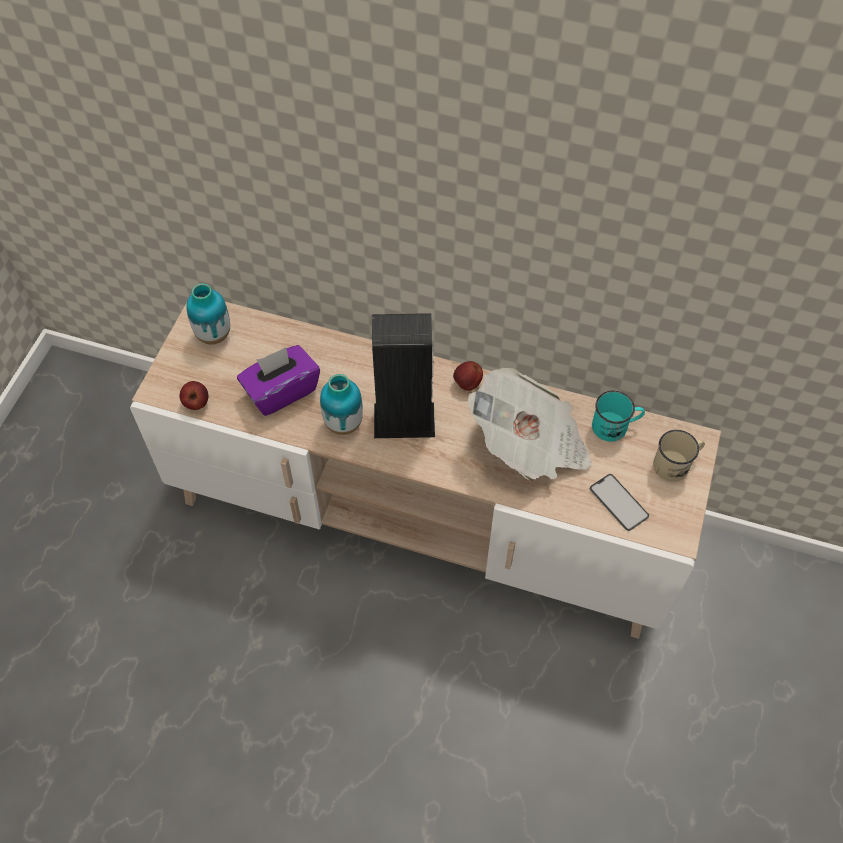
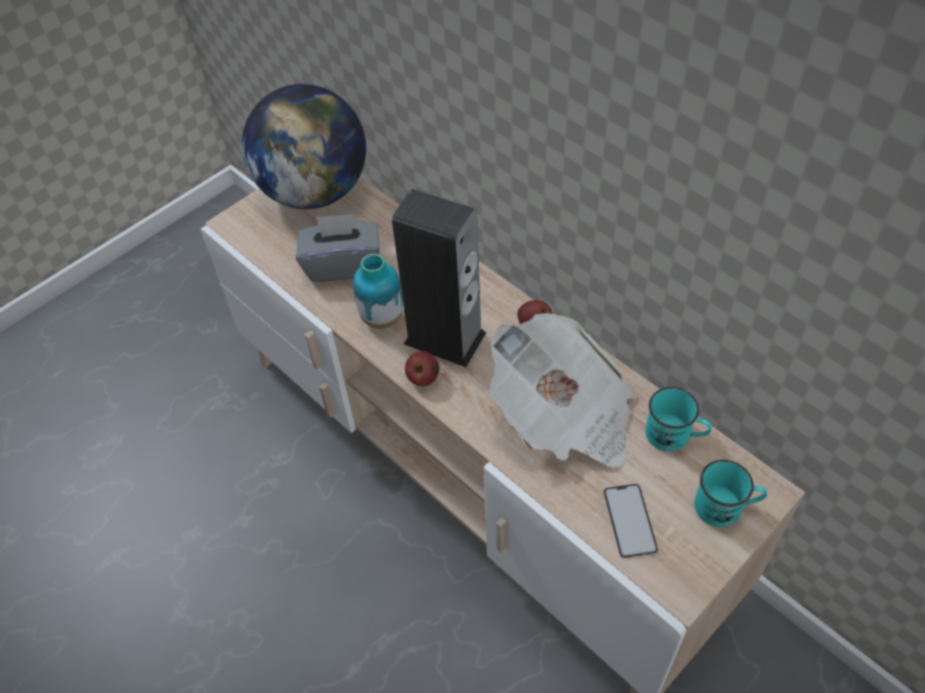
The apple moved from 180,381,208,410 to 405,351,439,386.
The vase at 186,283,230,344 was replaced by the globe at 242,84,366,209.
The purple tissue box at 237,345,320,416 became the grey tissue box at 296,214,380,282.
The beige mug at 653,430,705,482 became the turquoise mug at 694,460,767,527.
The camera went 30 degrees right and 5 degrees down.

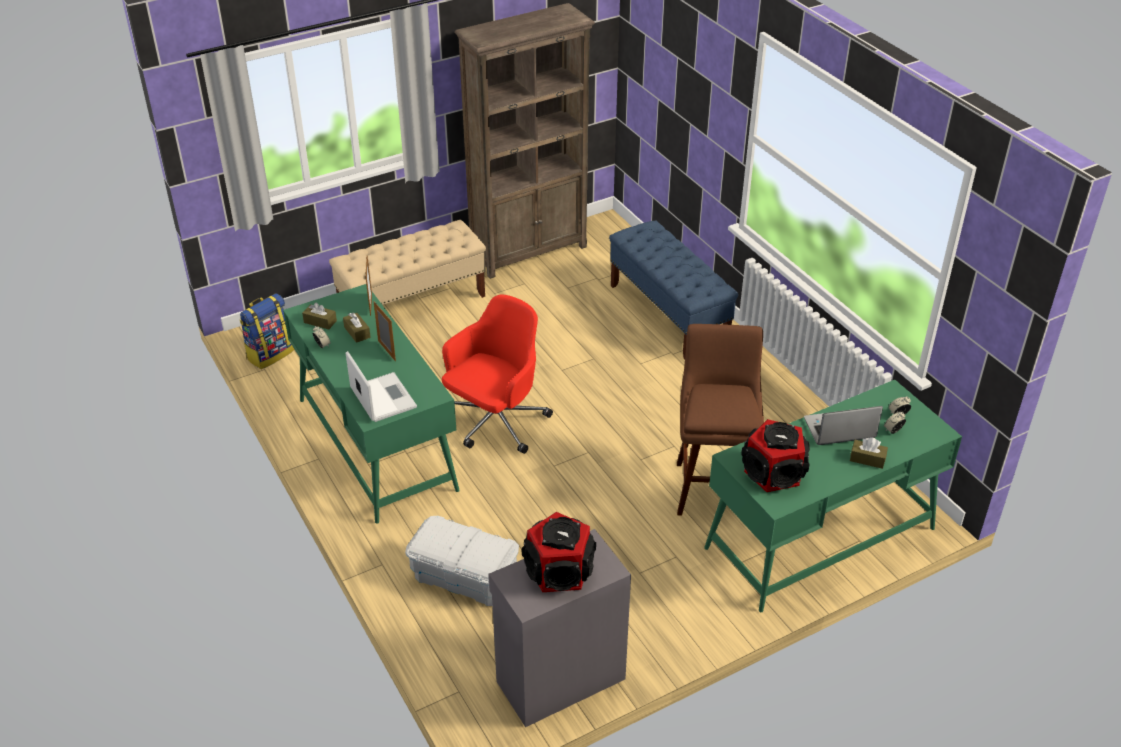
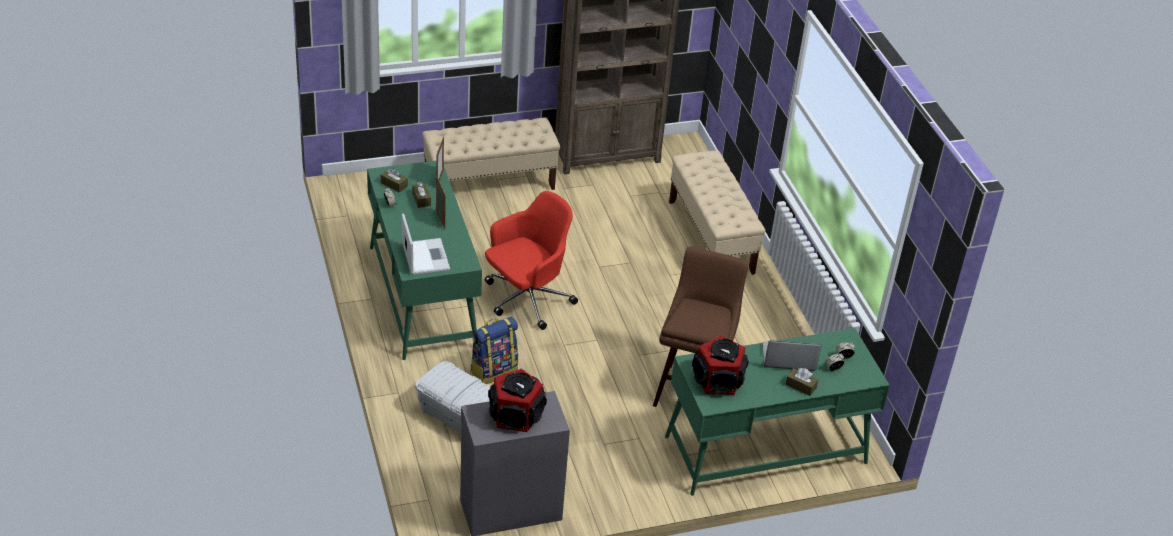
The backpack moved from 240,293,295,369 to 471,317,518,384.
The blue bench at 609,221,738,359 became the beige bench at 669,151,765,275.
The camera went 10 degrees right and 0 degrees up.

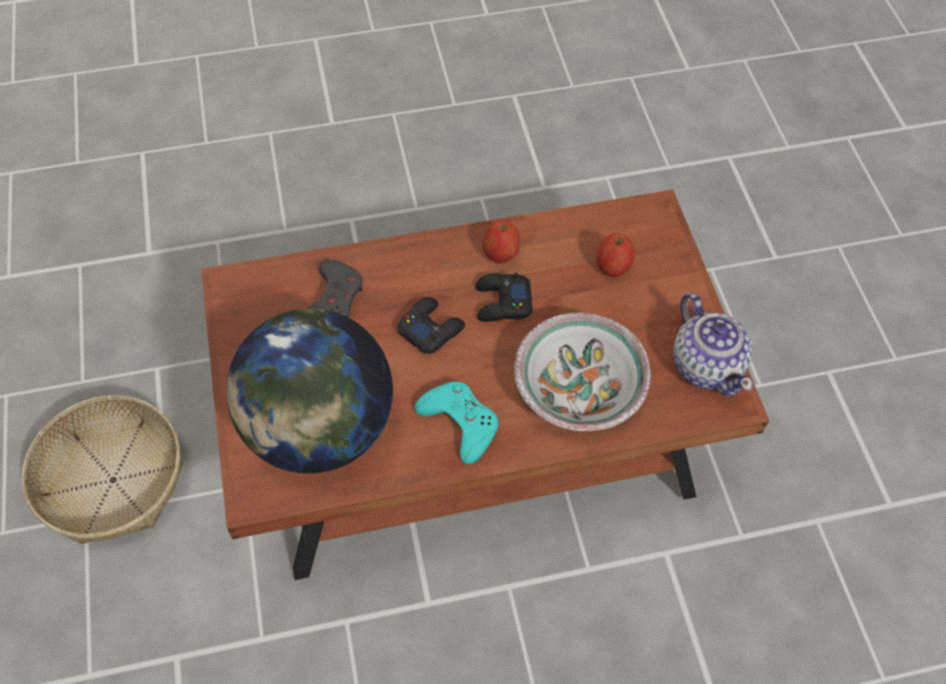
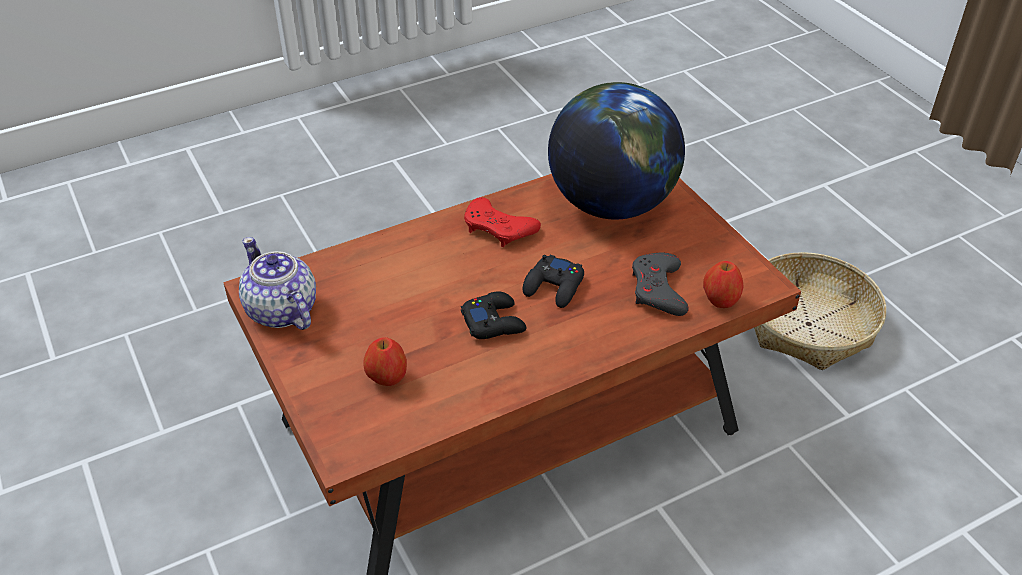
The bowl at 514,313,651,431 disappeared.
The apple moved from 482,220,520,263 to 703,261,743,308.
The turquoise game controller at 415,381,498,464 became the red game controller at 464,197,541,247.
The camera went 165 degrees right and 15 degrees down.

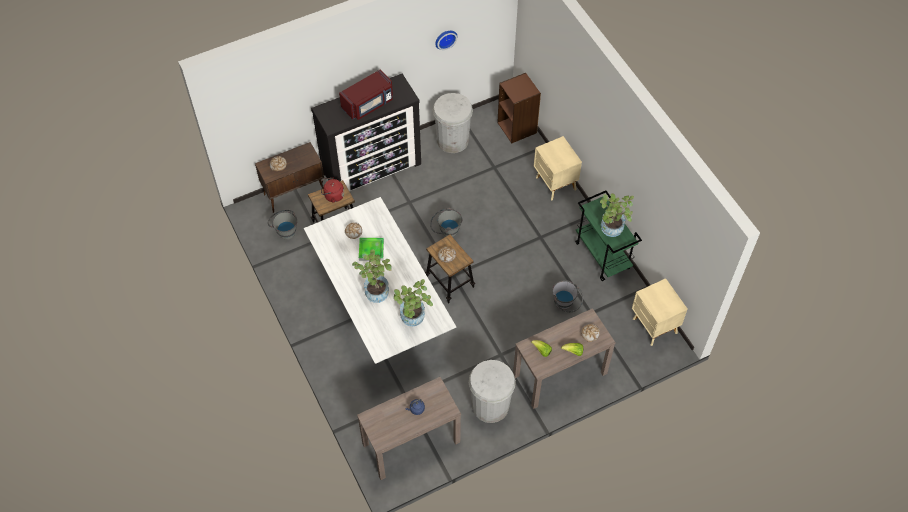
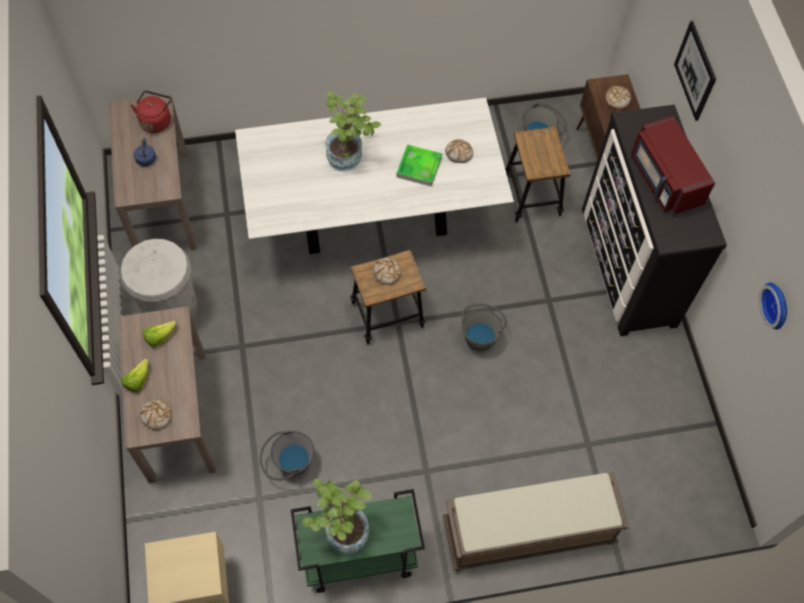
The potted plant at 394,279,433,326 disappeared.
The white trash can at 433,93,473,153 disappeared.
The brown bookcase at 497,73,541,143 disappeared.
The picture at 674,21,716,121 appeared.
The red kettle moved from 321,178,344,203 to 130,91,172,133.
The beige nightstand at 534,136,582,201 was replaced by the brown bench at 443,472,629,571.
The camera went 105 degrees right and 5 degrees up.

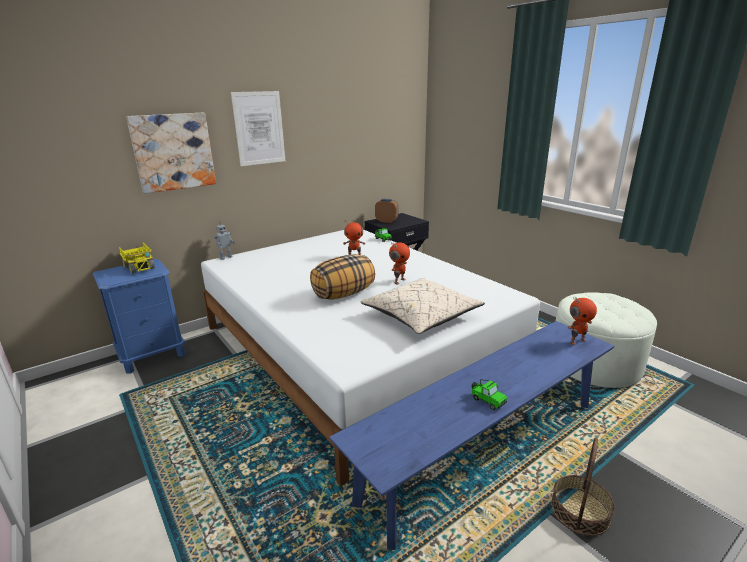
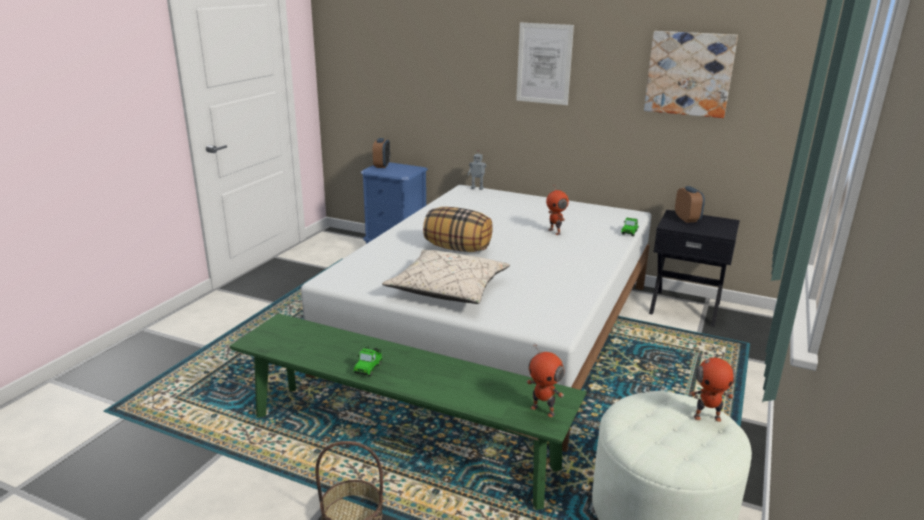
The toy truck at 119,243,155,274 disappeared.
The alarm clock at 373,138,390,168 appeared.
The picture moved from 126,113,216,194 to 644,31,738,118.
The toy robot moved from 389,242,410,285 to 689,352,736,422.
The blue bench at 329,321,614,550 became the green bench at 229,313,587,510.
The camera went 60 degrees right and 0 degrees up.

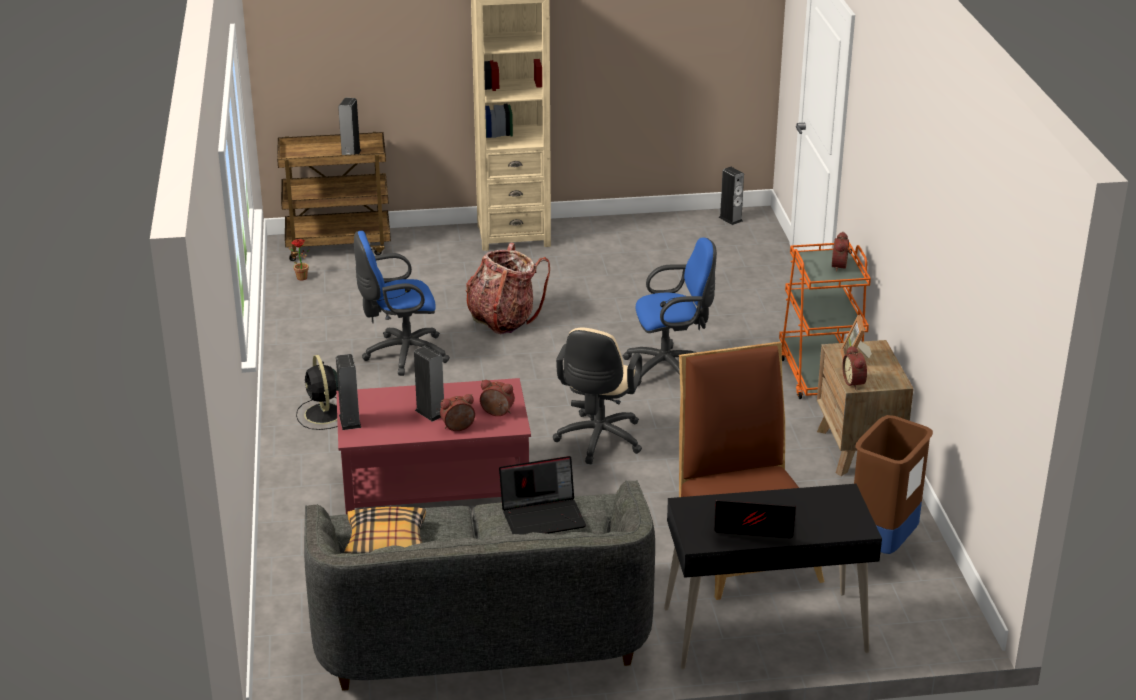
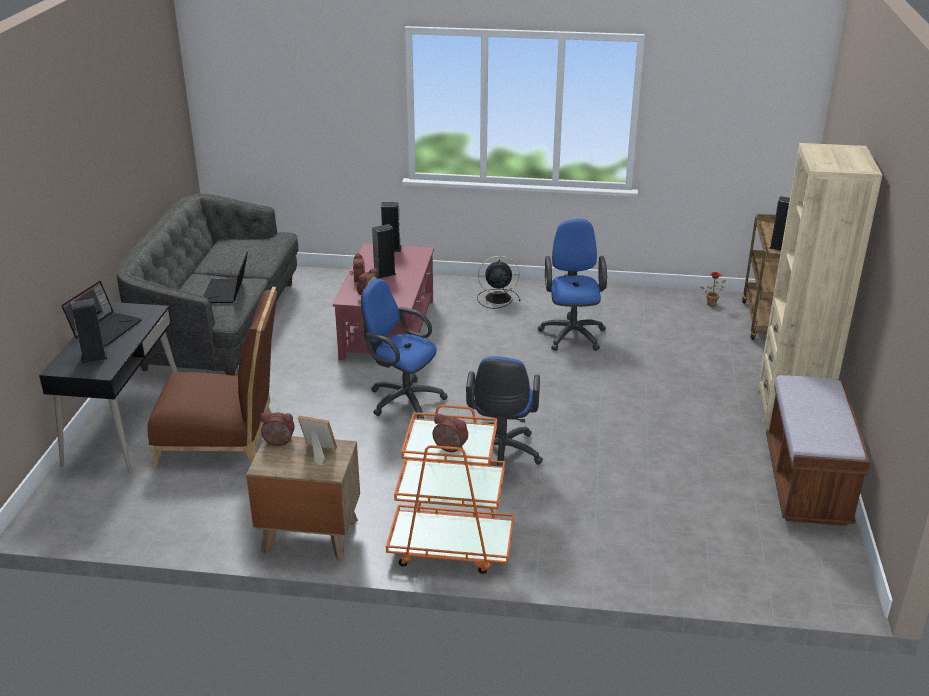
The pillow at 344,507,426,554 disappeared.
The backpack at 466,243,550,334 disappeared.
The brown trash can at 854,415,933,554 disappeared.
The brown bench at 766,375,870,526 appeared.
The speaker moved from 719,167,744,225 to 71,298,108,364.
The beige office chair at 553,328,642,464 became the blue office chair at 361,279,448,419.
The camera went 105 degrees right and 0 degrees up.

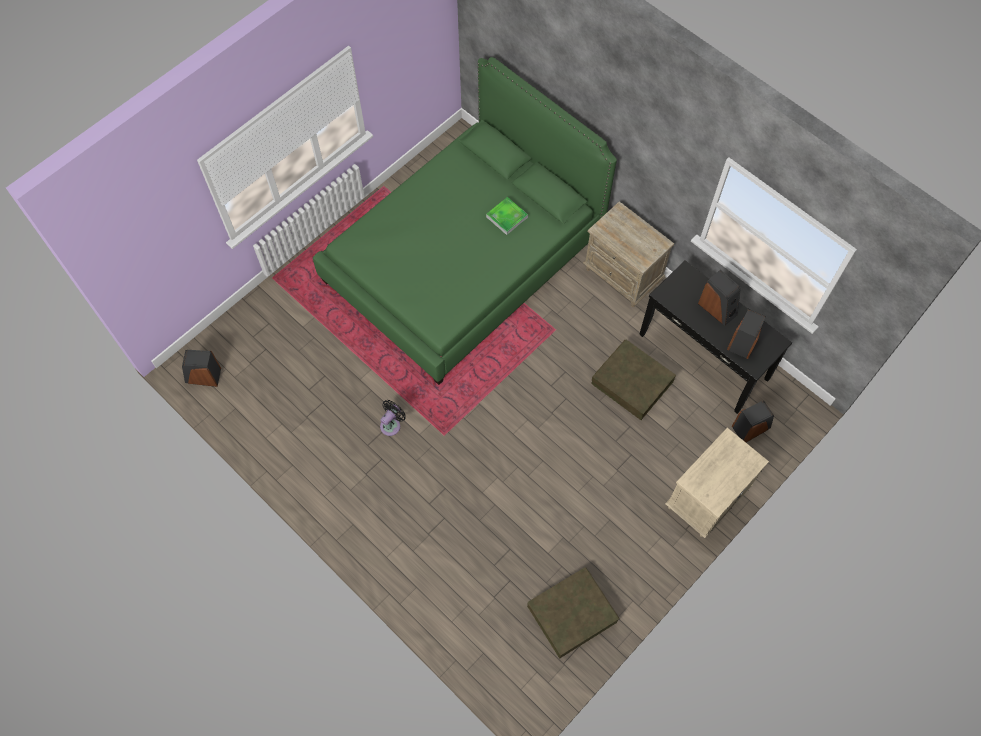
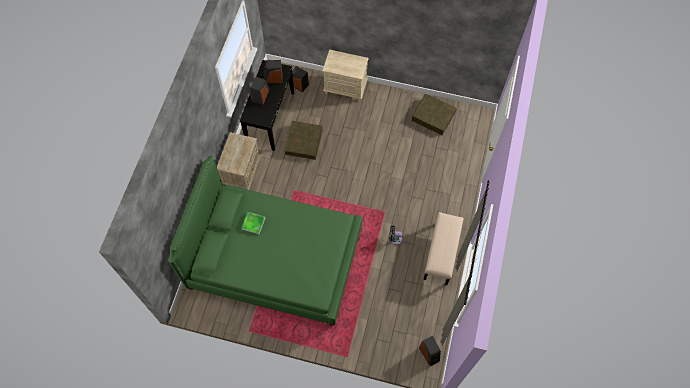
The beige bench at 423,212,464,285 appeared.
The camera went 120 degrees left and 0 degrees up.

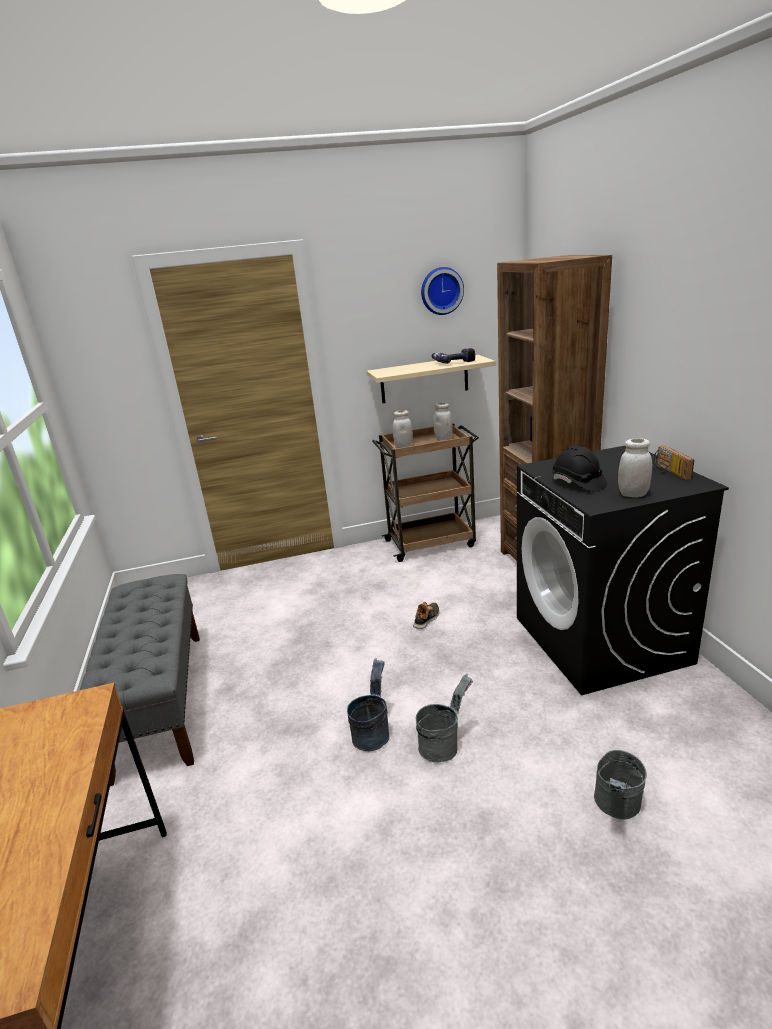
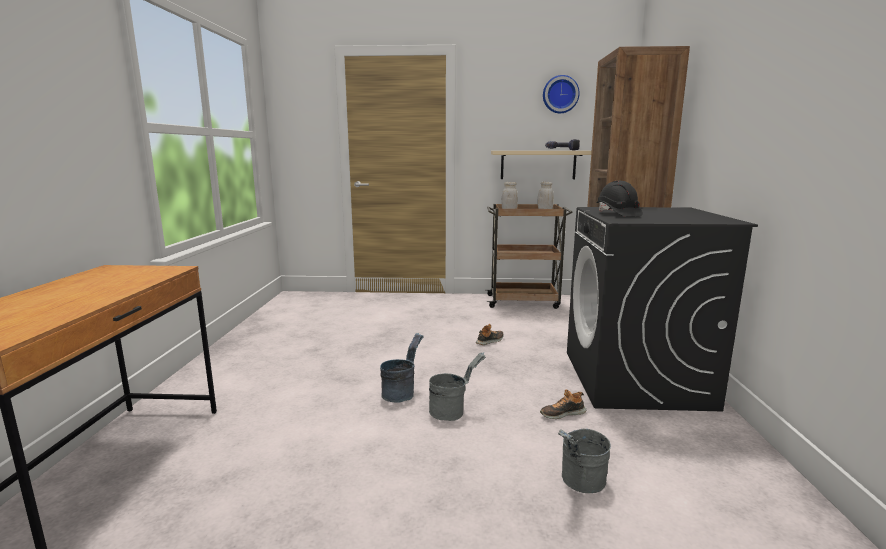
The grey bench at 80,574,200,786 disappeared.
The white jar at 618,438,652,497 disappeared.
The radio at 652,445,694,480 disappeared.
The shoe at 540,389,586,419 appeared.
The camera went 15 degrees right and 10 degrees down.

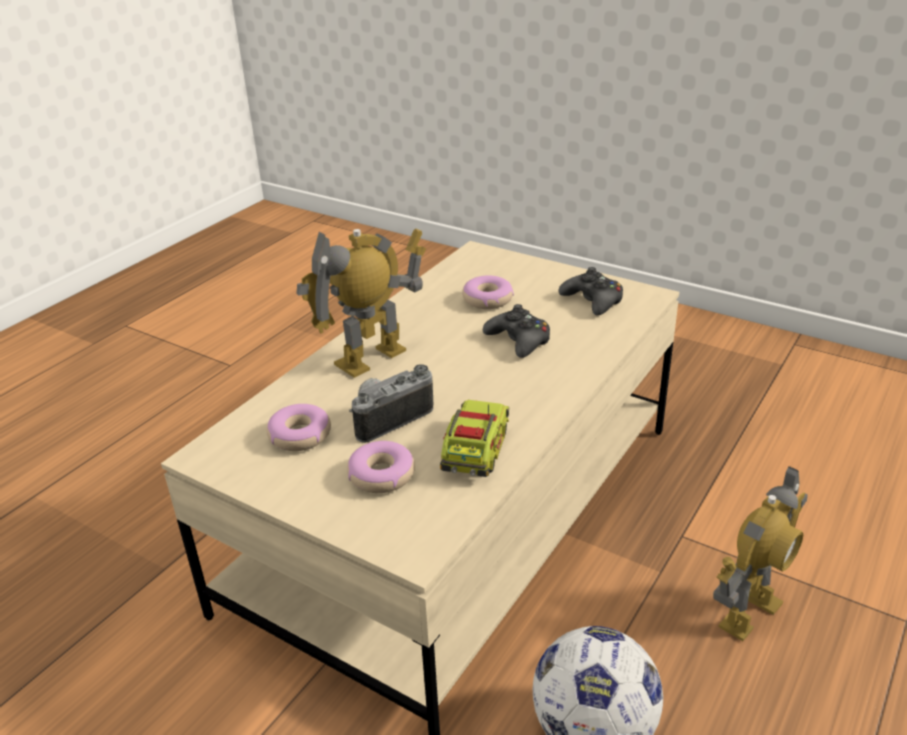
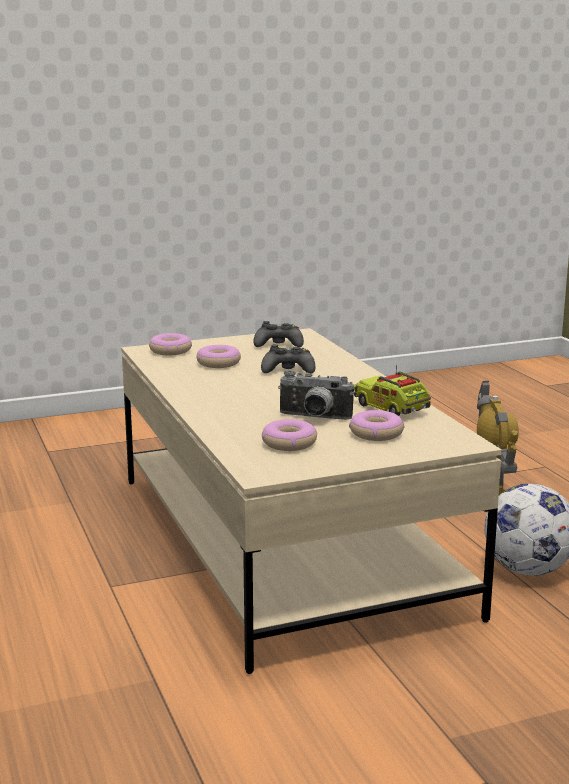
The toy robot at 296,229,426,378 disappeared.
The donut at 149,333,192,356 appeared.
The photo camera at 349,364,433,443 turned 75 degrees counterclockwise.
The camera went 55 degrees left and 15 degrees down.

